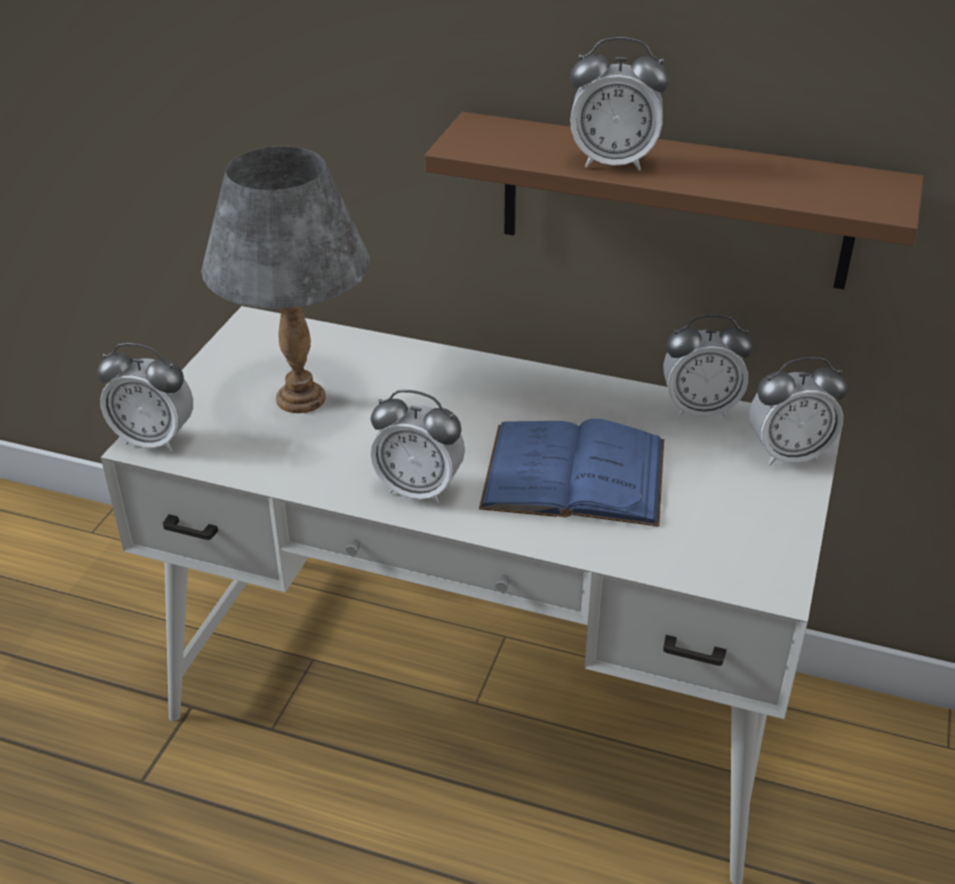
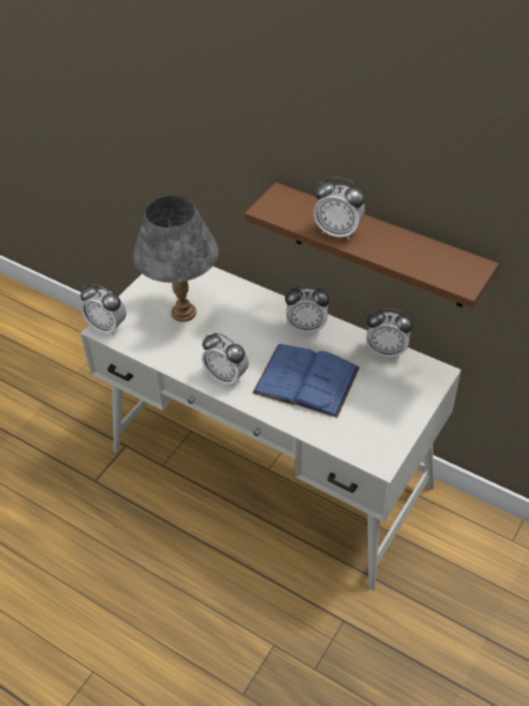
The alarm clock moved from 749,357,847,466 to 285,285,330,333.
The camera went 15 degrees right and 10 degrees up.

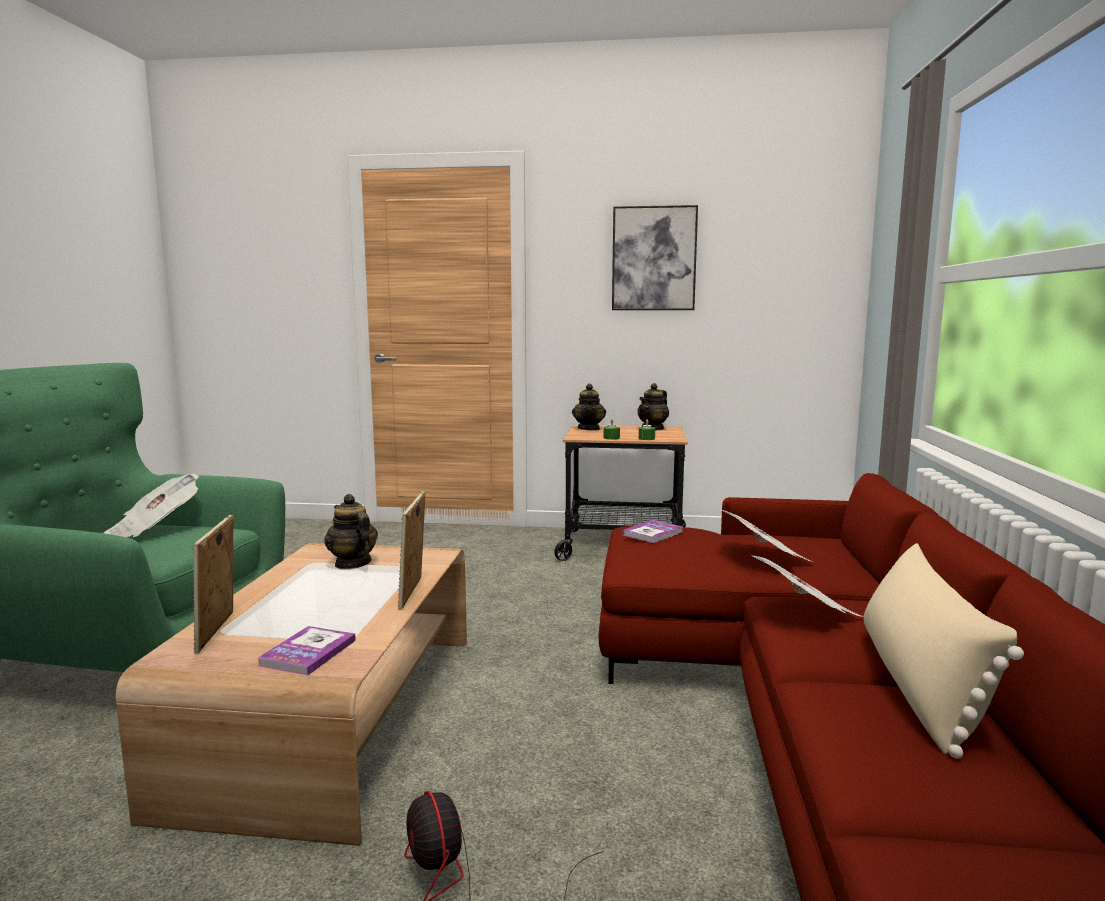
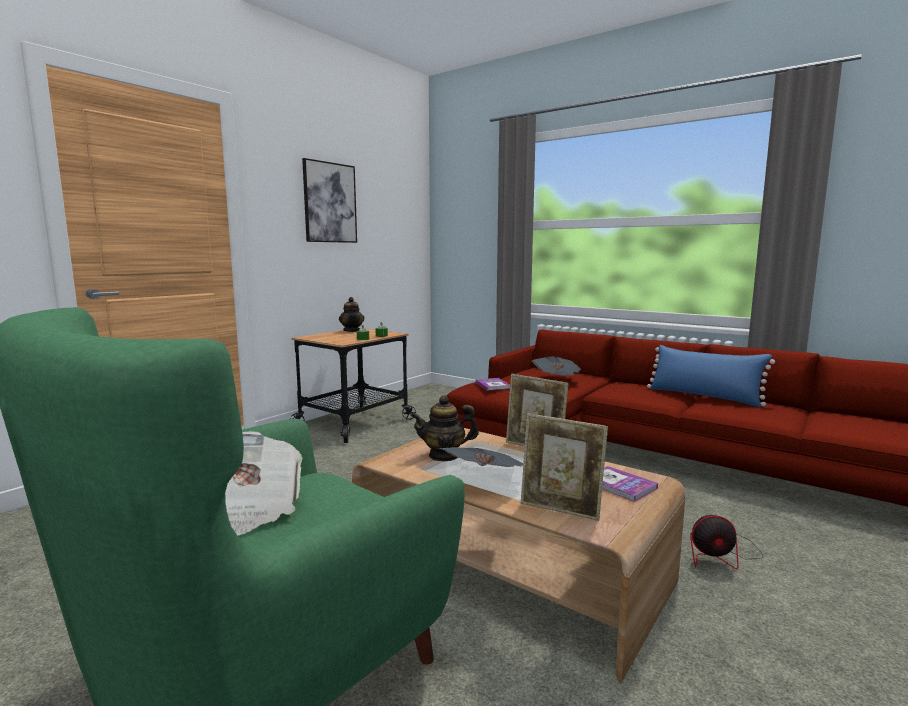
The teapot at 572,384,606,431 disappeared.
The newspaper moved from 750,555,863,617 to 439,447,523,467.
The beige pillow at 863,543,1024,758 became the blue pillow at 647,345,775,407.
The camera went 60 degrees left and 0 degrees up.

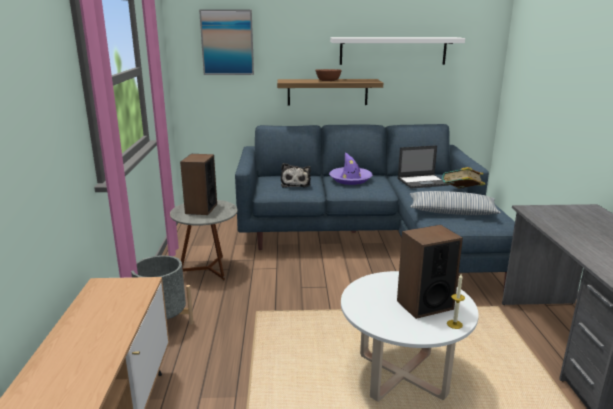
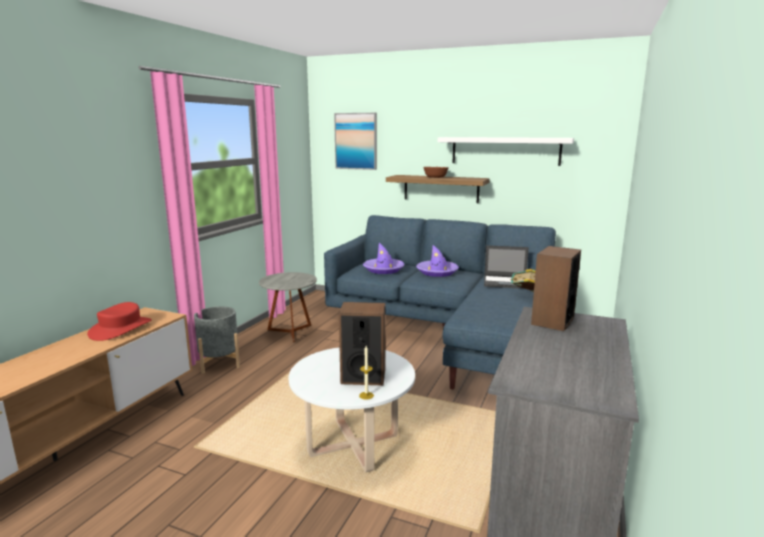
The pillow at 410,191,501,215 disappeared.
The red hat at 87,302,152,341 appeared.
The speaker moved from 180,154,217,215 to 531,246,581,331.
The plush toy at 281,163,311,188 was replaced by the purple hat at 363,243,405,274.
The camera went 25 degrees right and 5 degrees down.

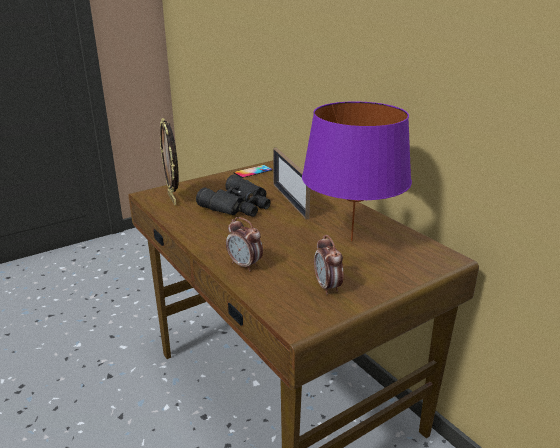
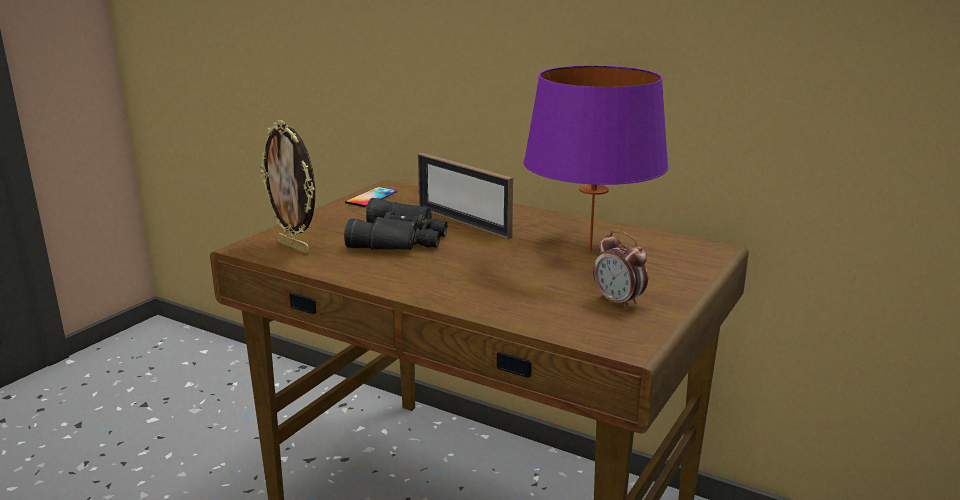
The alarm clock at 226,217,263,271 disappeared.
The camera went 25 degrees left and 5 degrees down.

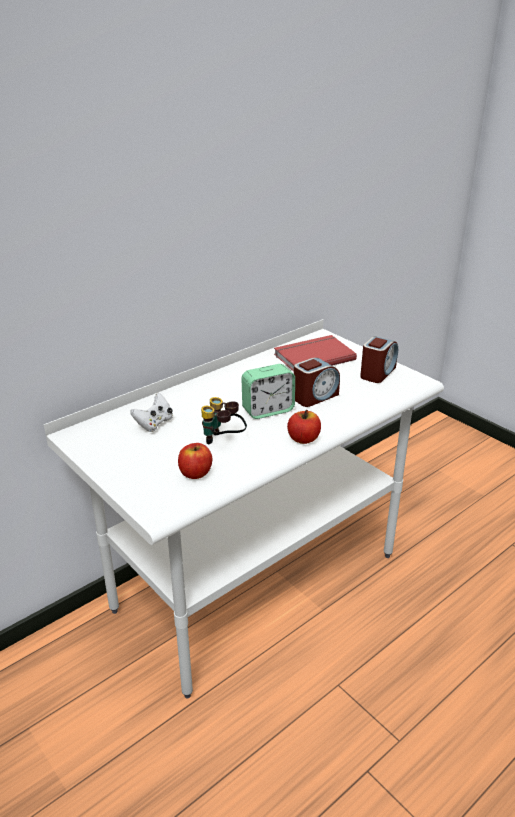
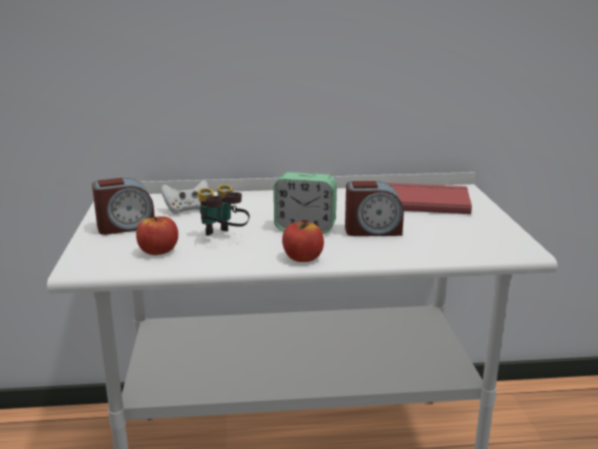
The alarm clock moved from 360,336,398,383 to 92,178,155,235.
The camera went 35 degrees right and 10 degrees down.

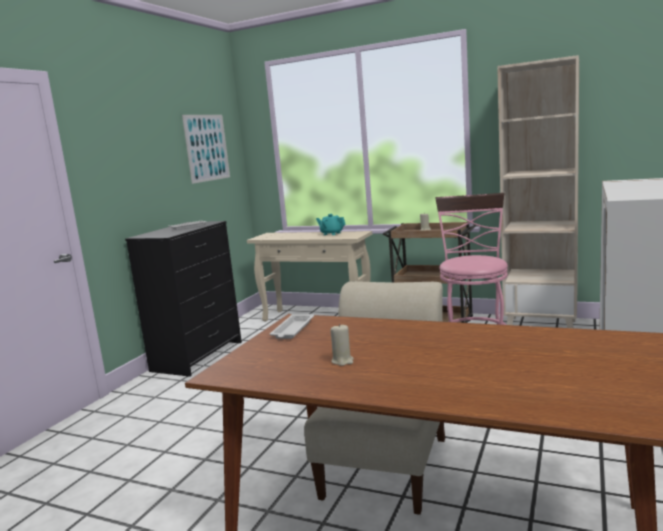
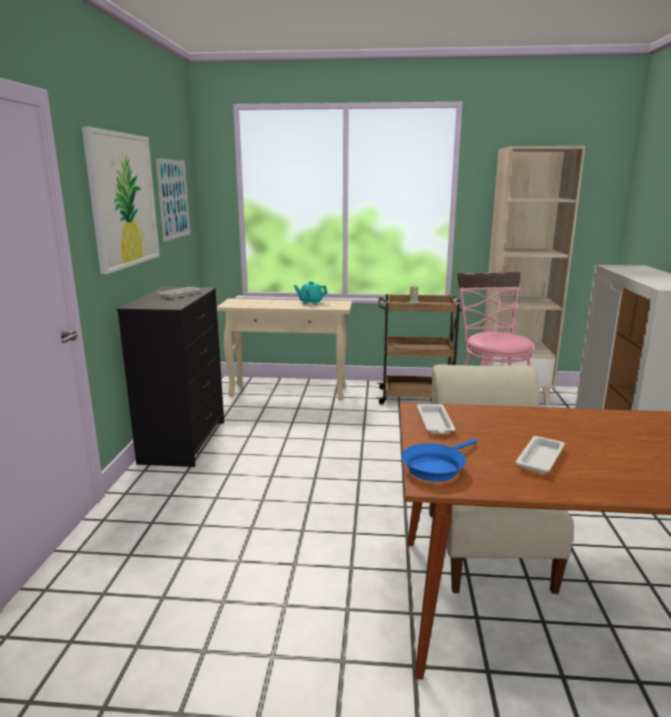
The picture at 82,127,160,274 appeared.
The blue frying pan at 402,439,477,482 appeared.
The beige candle at 330,324,354,366 was replaced by the white tray at 515,436,565,474.
The camera went 20 degrees left and 5 degrees up.

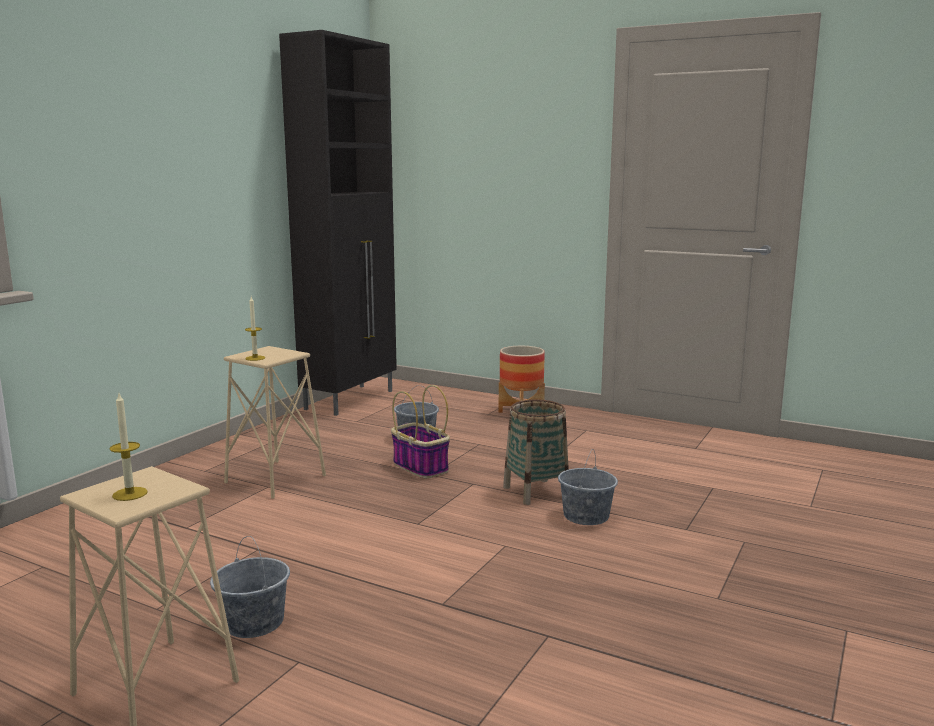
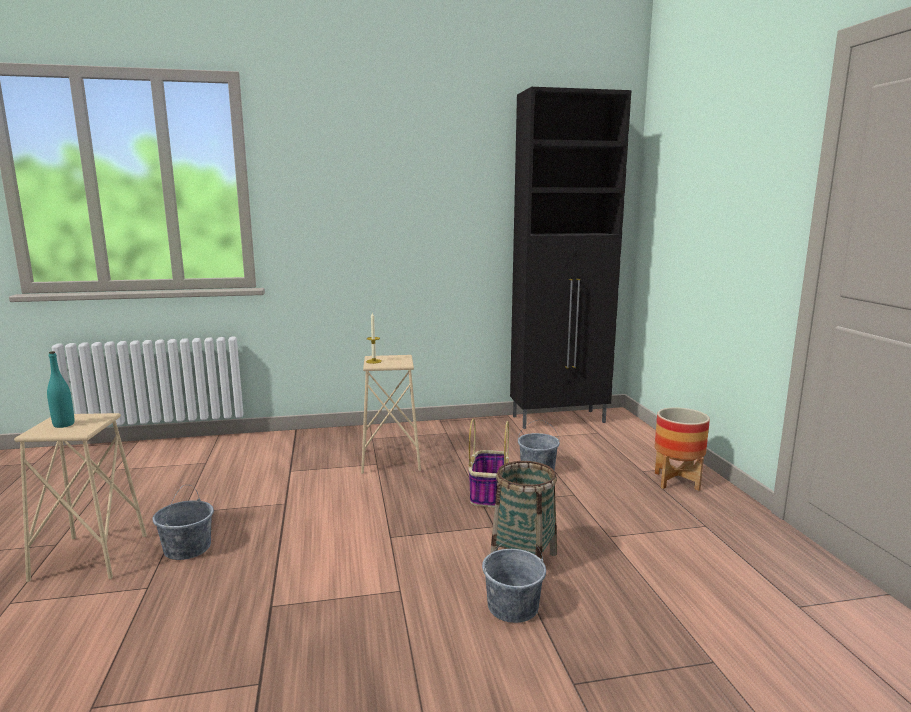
The candle at 110,394,148,501 was replaced by the turquoise bottle at 47,351,74,428.
The camera went 50 degrees right and 0 degrees up.

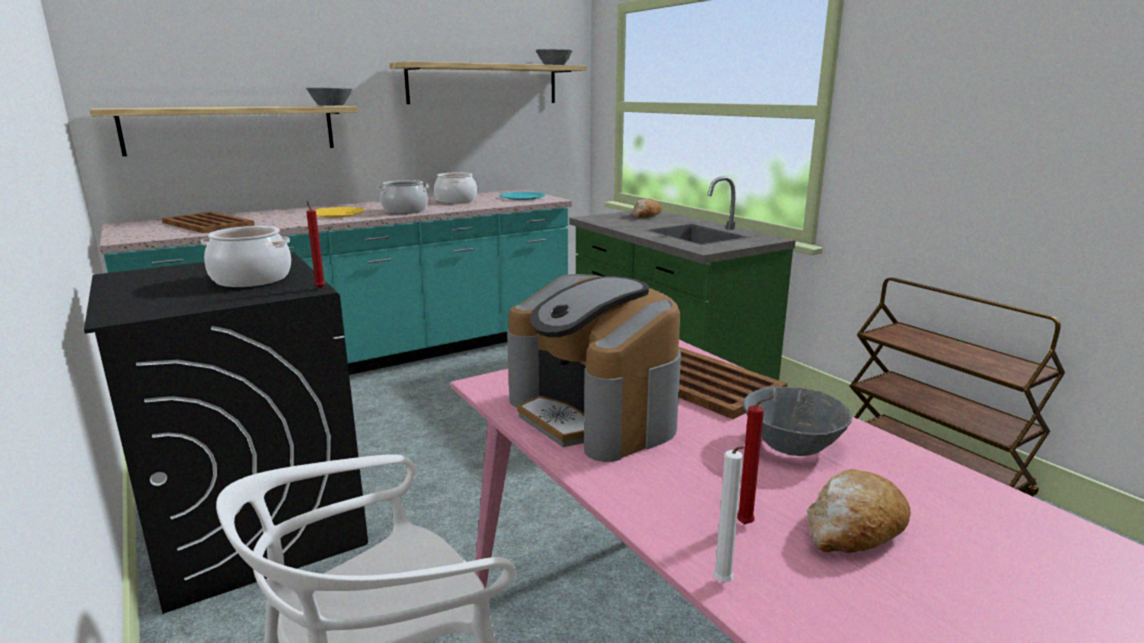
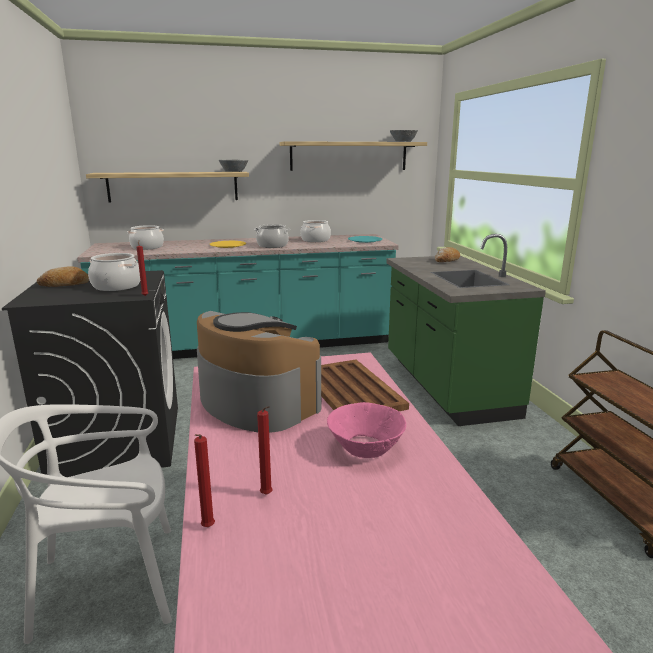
The bread moved from 807,469,911,553 to 37,266,89,287.
The brown tray at 162,212,255,233 was replaced by the cooking pot at 127,225,164,250.
The white candle at 713,446,744,583 became the red candle at 194,434,215,527.
The grey bowl at 743,387,853,456 became the pink bowl at 327,402,406,458.
The coffee machine at 507,274,681,462 turned 150 degrees clockwise.
The camera went 20 degrees right and 0 degrees up.

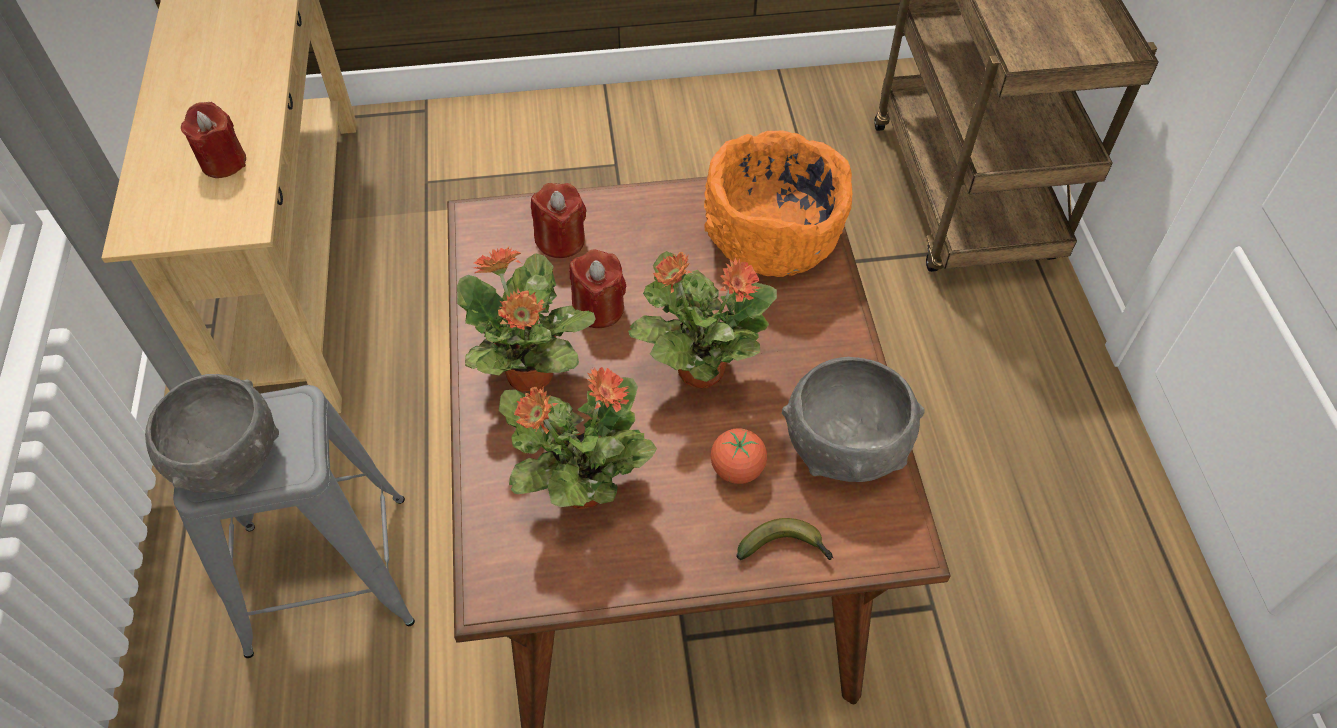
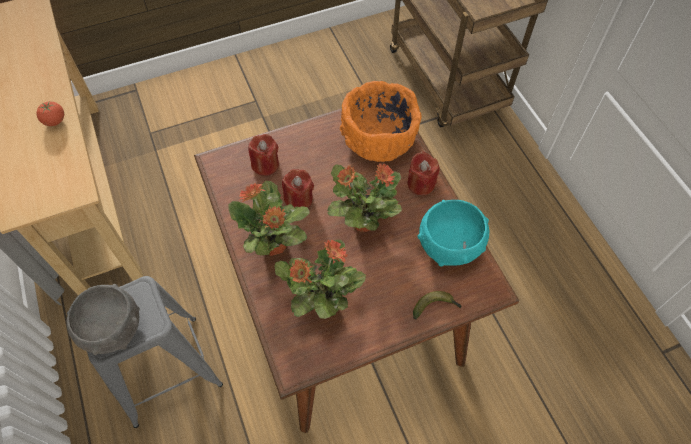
The red candle moved from 181,102,246,178 to 408,152,440,196.
The tomato moved from 710,428,767,484 to 36,101,64,126.
The grey bowl at 782,357,924,482 became the turquoise bowl at 418,200,489,267.
The camera went 15 degrees left and 5 degrees up.

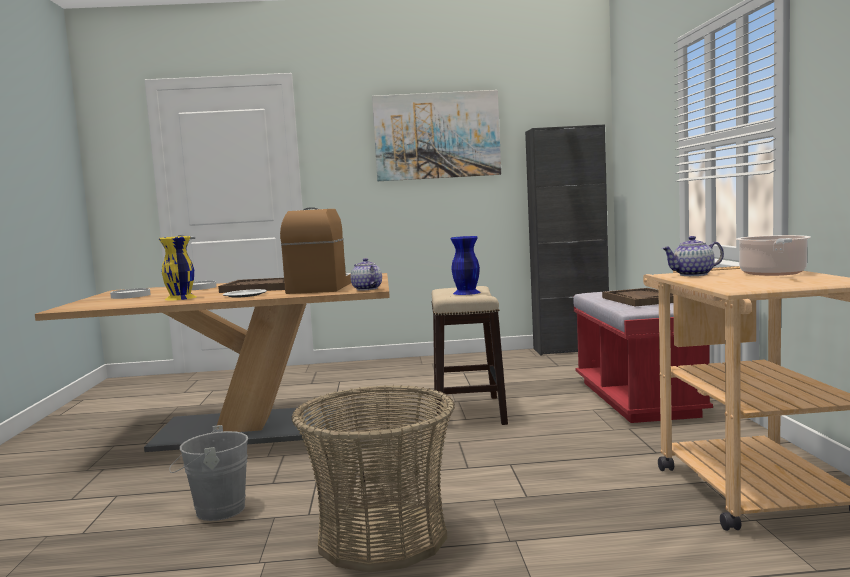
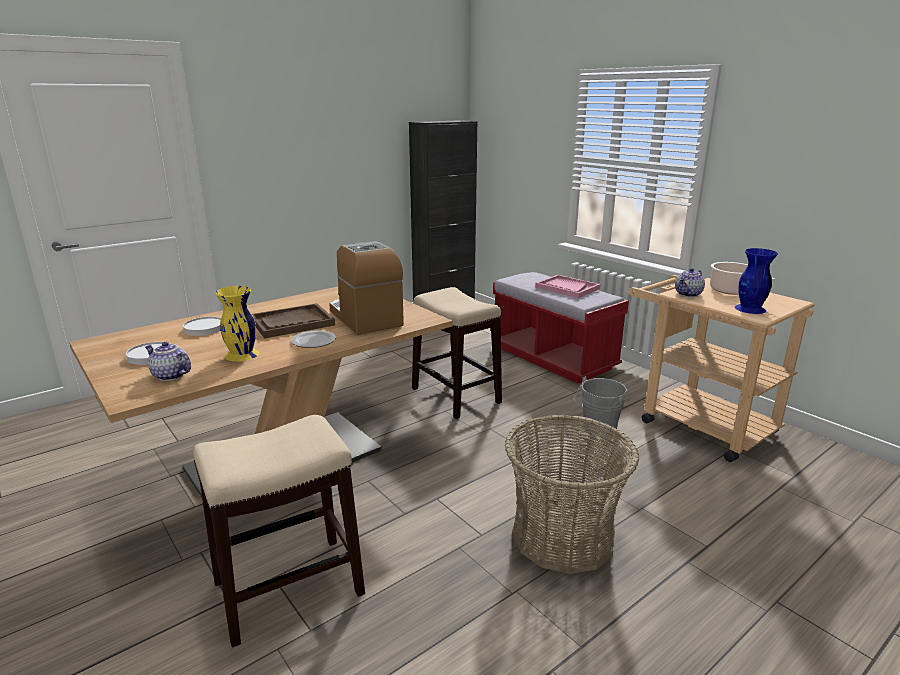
The picture at 372,90,501,181 disappeared.
The stool at 193,415,365,647 appeared.
The grey bucket moved from 169,425,248,521 to 574,376,628,438.
The teapot moved from 350,258,382,290 to 144,342,191,381.
The blue vase moved from 450,236,481,295 to 734,248,778,314.
The brown tray at 602,288,673,306 became the pink tray at 535,275,600,298.
The camera went 35 degrees left and 15 degrees up.

